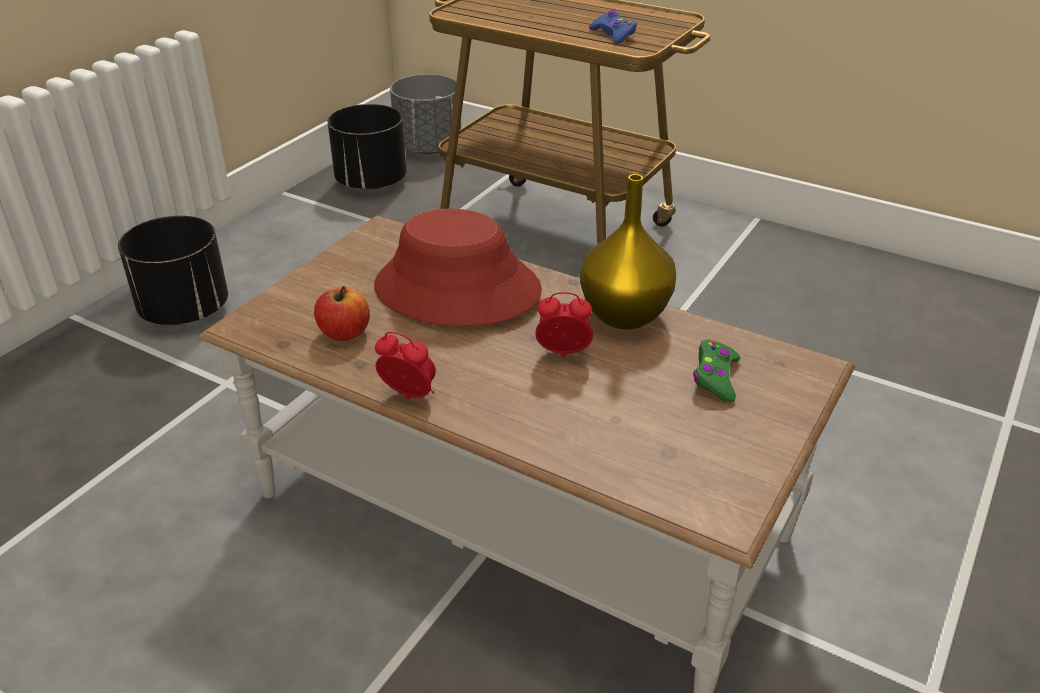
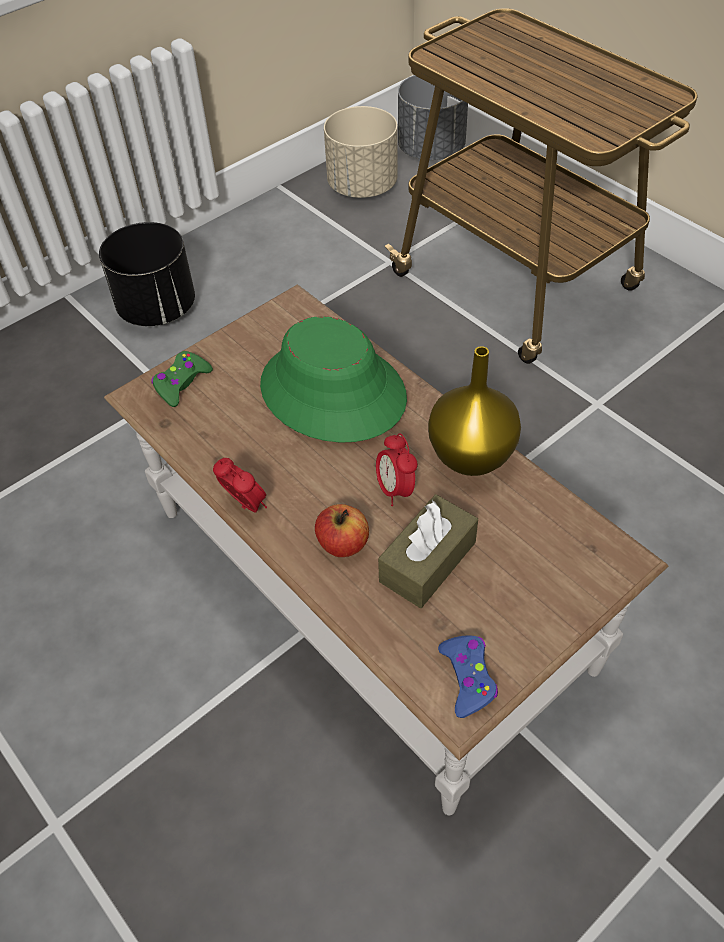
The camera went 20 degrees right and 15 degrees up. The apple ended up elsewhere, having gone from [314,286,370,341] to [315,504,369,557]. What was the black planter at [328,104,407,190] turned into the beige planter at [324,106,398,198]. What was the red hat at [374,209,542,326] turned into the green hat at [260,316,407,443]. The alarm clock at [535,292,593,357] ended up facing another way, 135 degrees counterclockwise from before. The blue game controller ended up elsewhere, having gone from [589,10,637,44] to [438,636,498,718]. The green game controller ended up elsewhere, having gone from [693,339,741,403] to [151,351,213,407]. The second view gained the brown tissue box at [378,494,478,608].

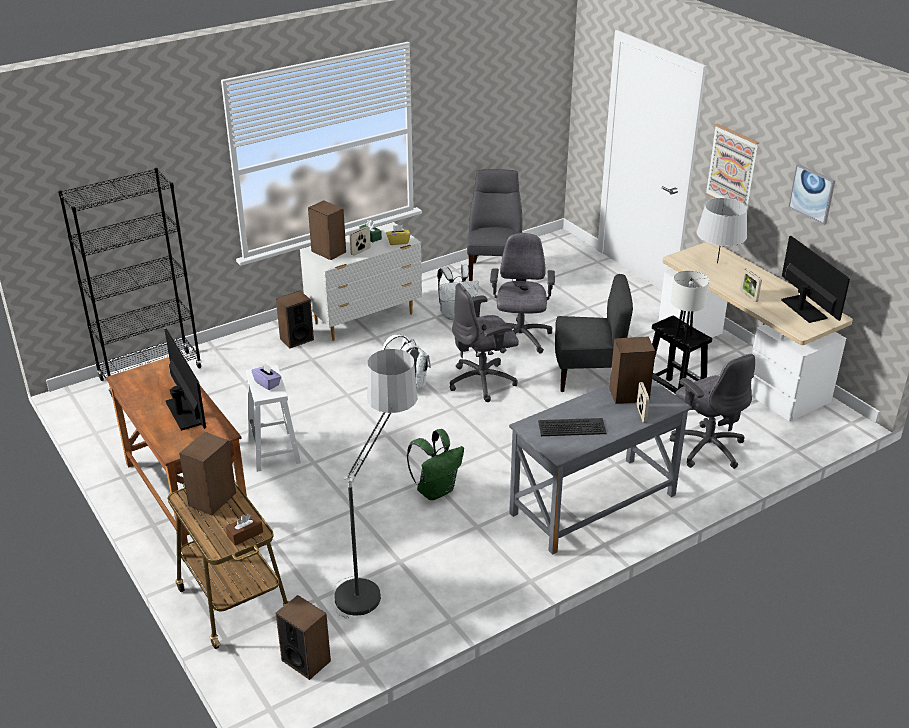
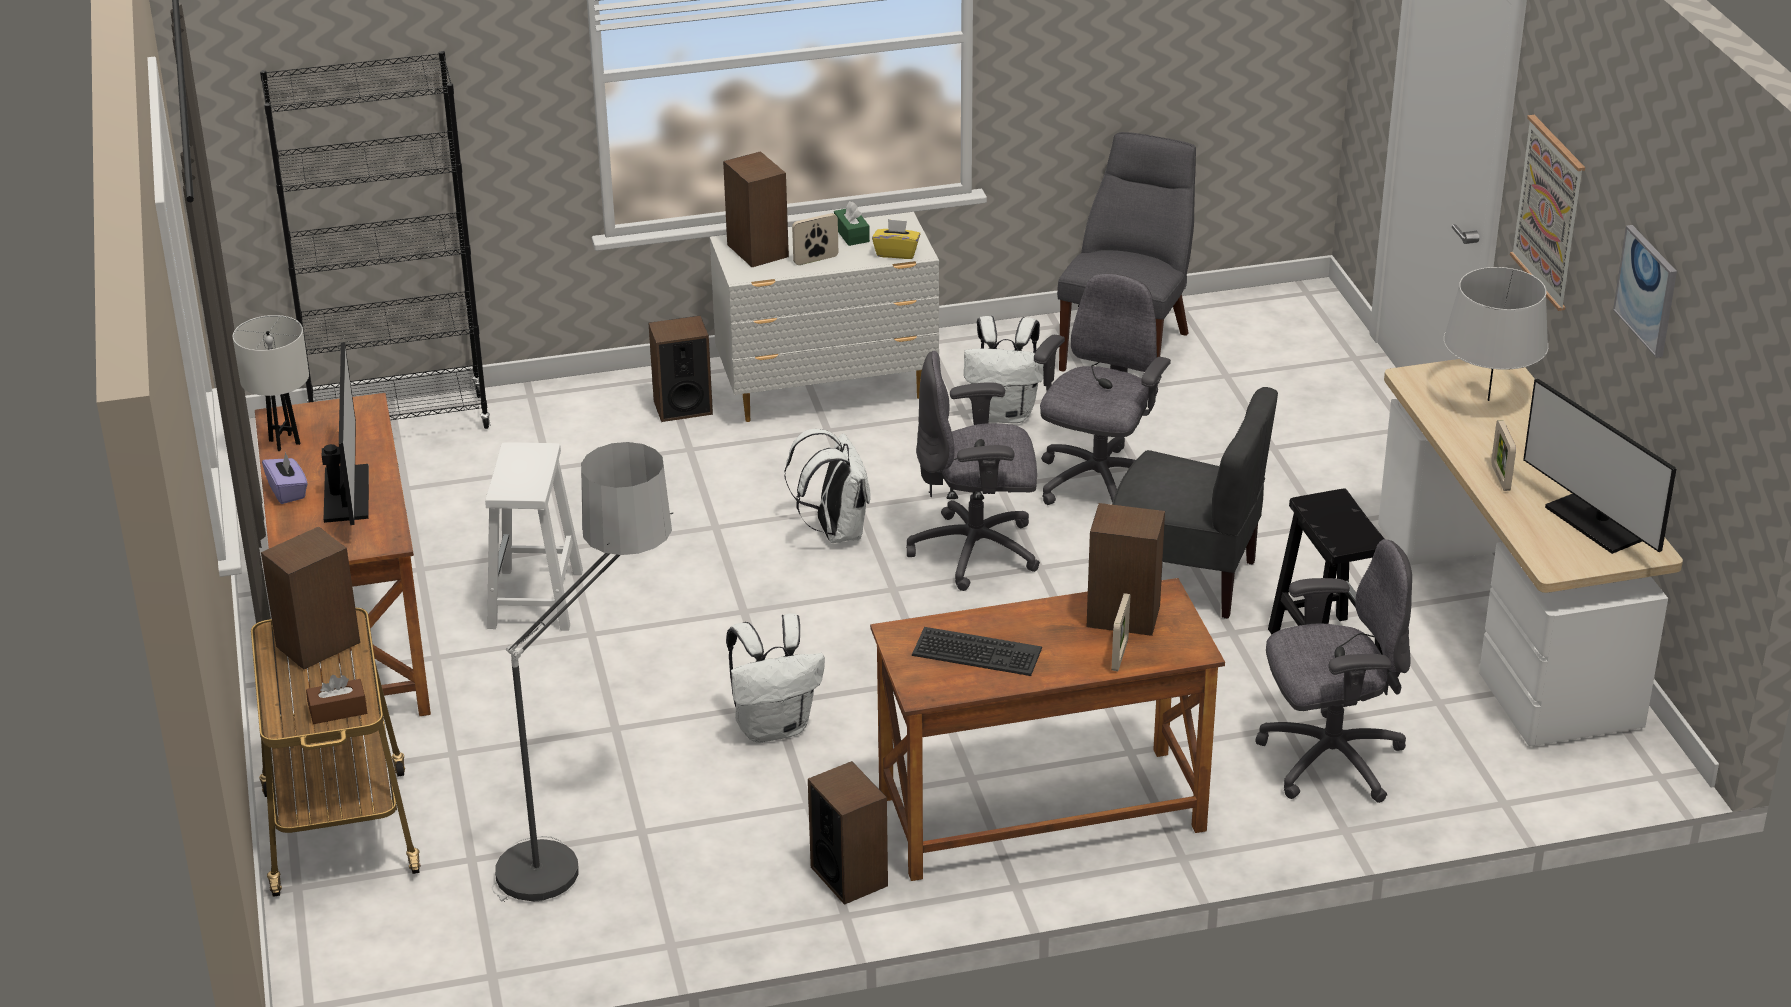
The camera went 20 degrees right and 0 degrees up. The purple tissue box ended up elsewhere, having gone from [252,363,281,390] to [262,452,308,504]. The speaker ended up elsewhere, having gone from [276,595,331,680] to [808,761,888,905]. What was the green backpack at [407,429,464,500] turned into the white backpack at [726,614,825,743]. What was the grey desk at [509,379,692,555] turned into the brown desk at [870,578,1225,881]. The grey office chair at [669,354,755,469] ended up facing another way, 90 degrees counterclockwise from before. The white table lamp ended up elsewhere, having gone from [671,270,710,340] to [233,315,309,451]. The monitor at [781,236,850,323] ended up facing another way, 150 degrees clockwise from before.

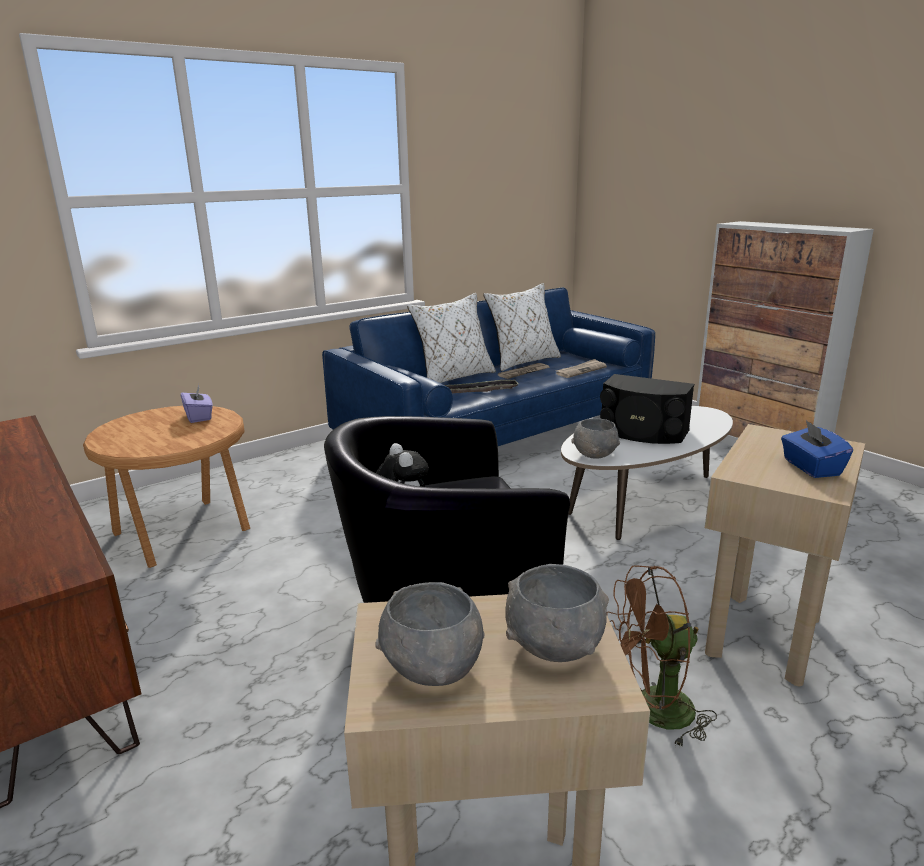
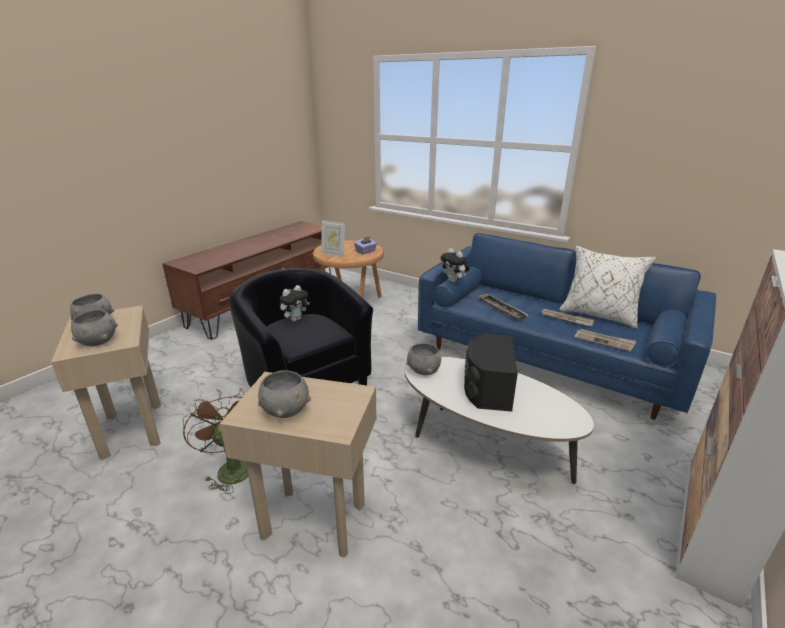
The camera went 70 degrees right and 5 degrees up. The second view lost the white pillow at [407,293,496,383]. Where the blue tissue box stood at [781,420,853,478], the grey bowl came to stand at [258,370,311,418]. The second view gained the picture frame at [321,220,345,257]. The second view gained the plush toy at [440,248,470,283].

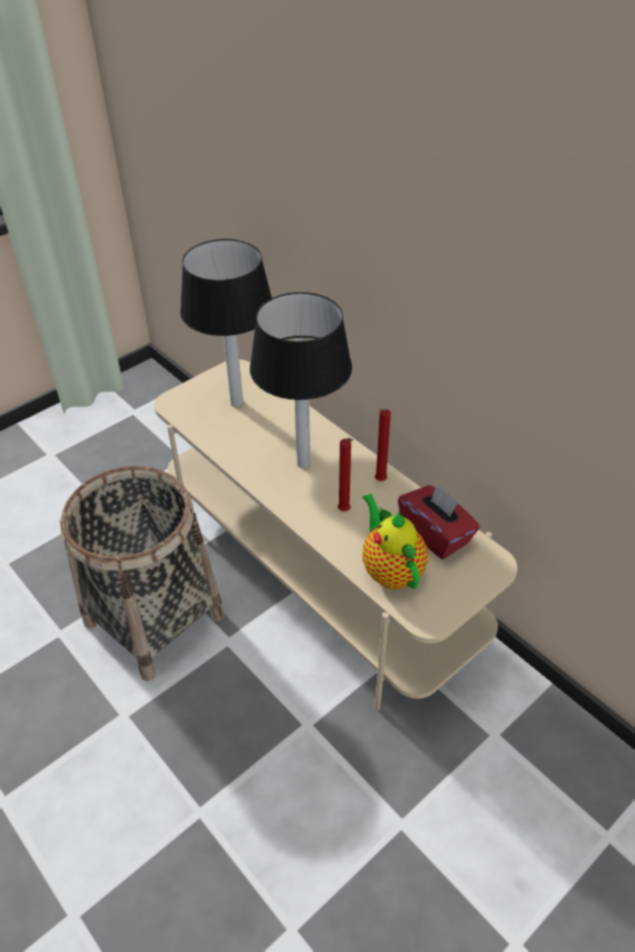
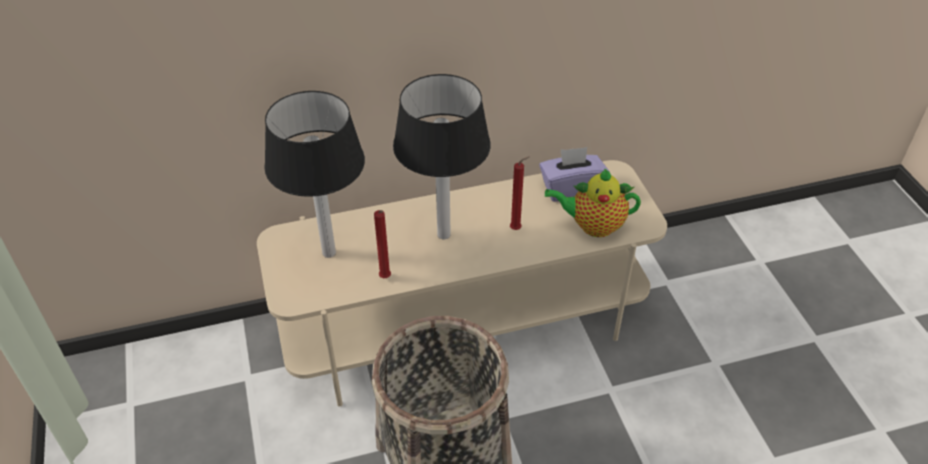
The camera went 65 degrees left and 0 degrees up. The red candle ended up elsewhere, having gone from [375,409,391,481] to [374,210,391,278]. What was the red tissue box at [398,483,480,559] turned into the purple tissue box at [539,147,609,202].

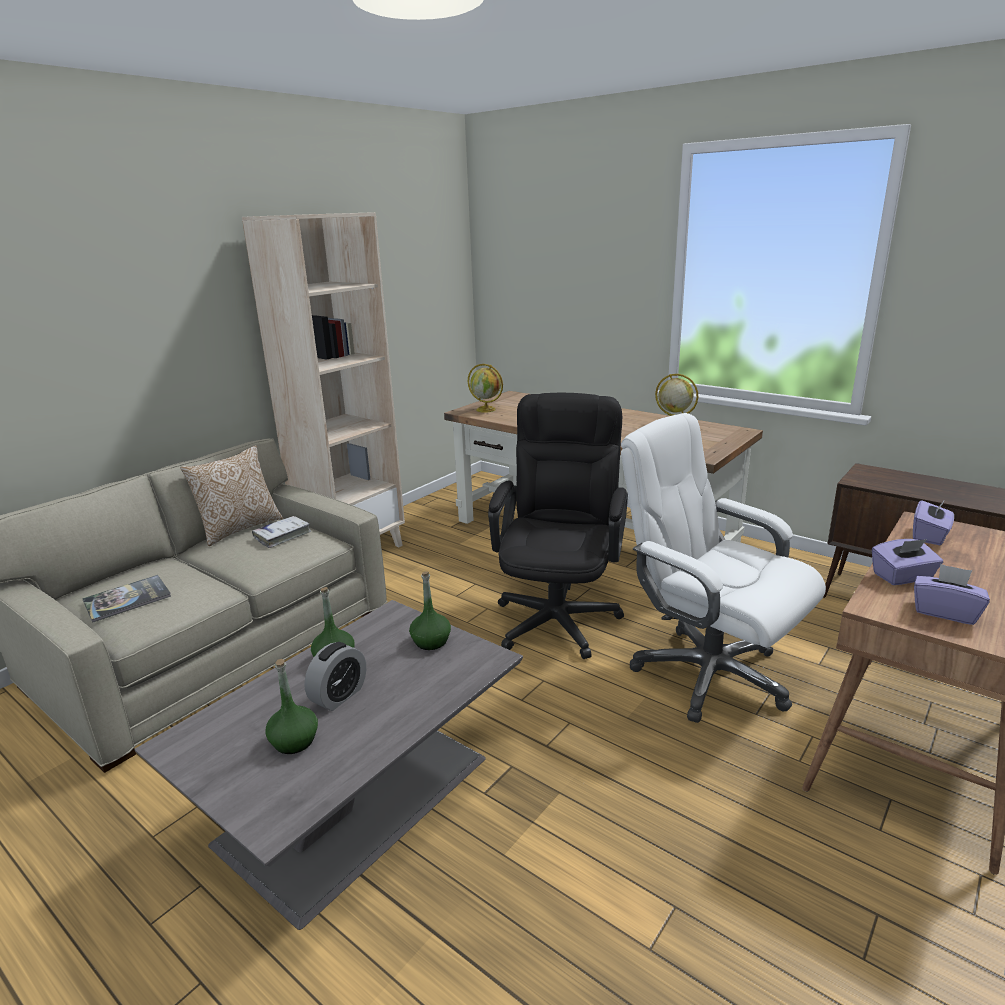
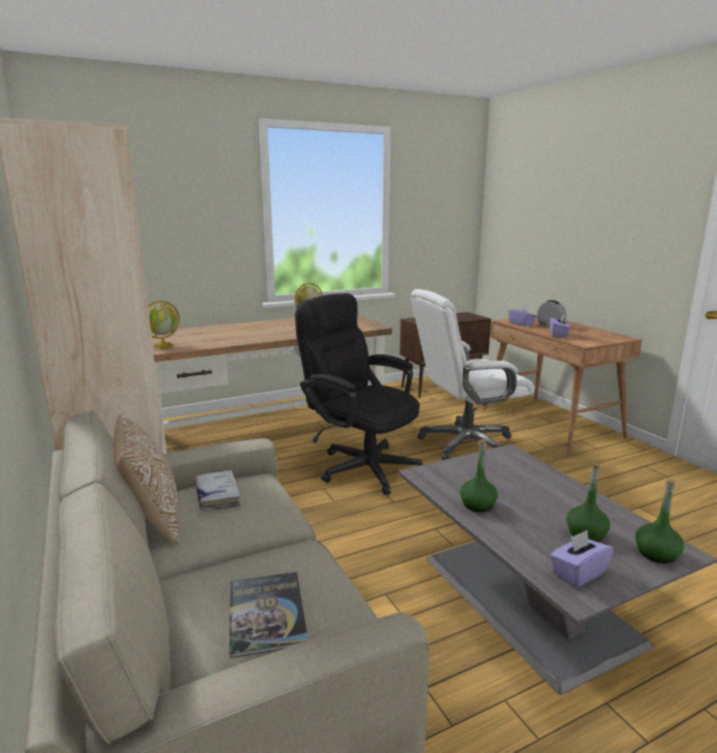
The camera went 65 degrees left and 5 degrees down. The alarm clock ended up elsewhere, having gone from [304,642,366,711] to [537,300,566,327]. The green bottle ended up elsewhere, having gone from [409,571,451,650] to [635,479,684,564]. The purple tissue box ended up elsewhere, having gone from [914,564,990,625] to [550,530,614,588].

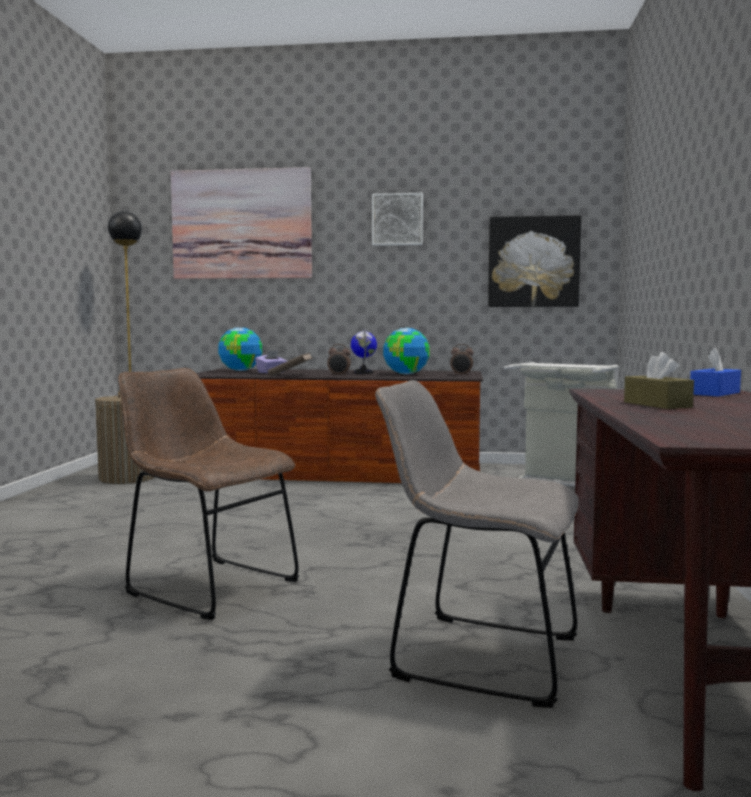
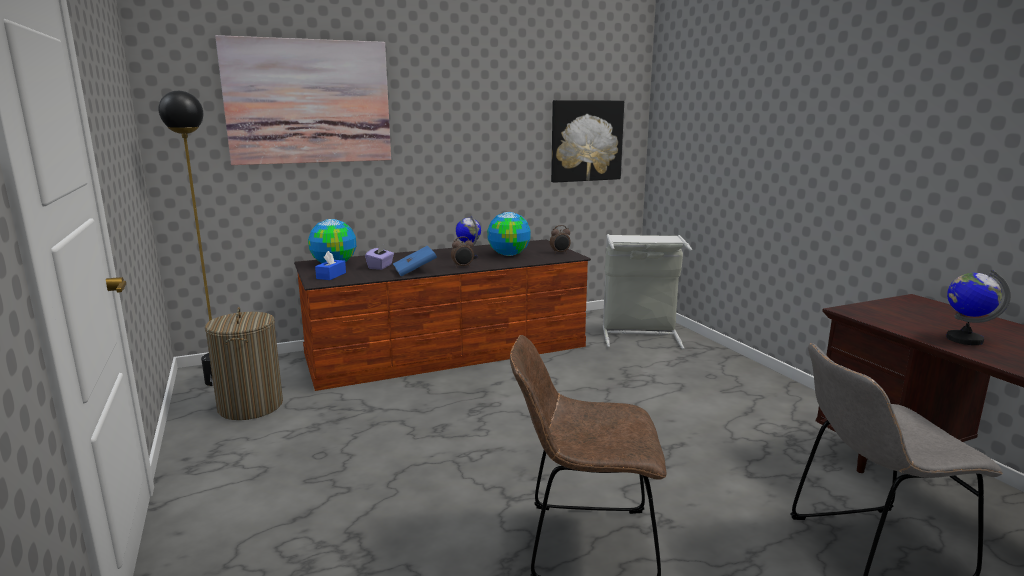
The camera went 30 degrees left and 10 degrees up. What was the brown book at [267,353,313,376] turned into the blue book at [393,246,437,276]. The second view lost the picture at [372,193,423,246]. Where the brown tissue box stood at [624,352,694,409], the globe came to stand at [946,270,1011,345]. The blue tissue box ended up elsewhere, having gone from [690,348,741,396] to [315,251,346,280].

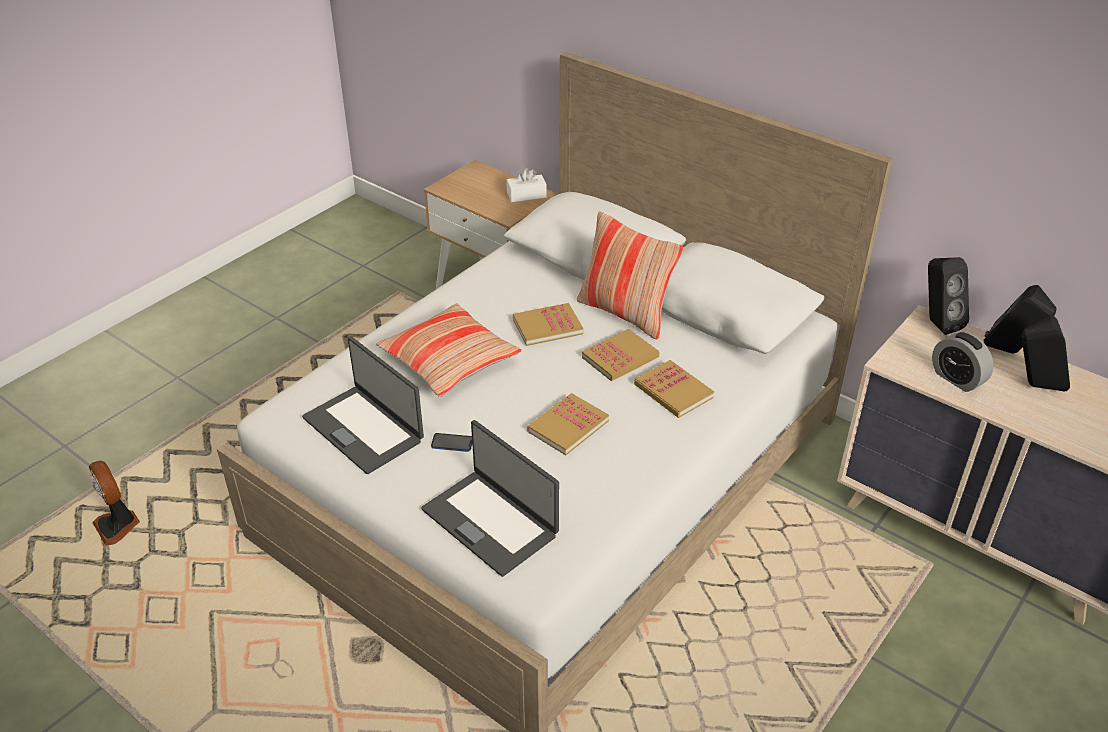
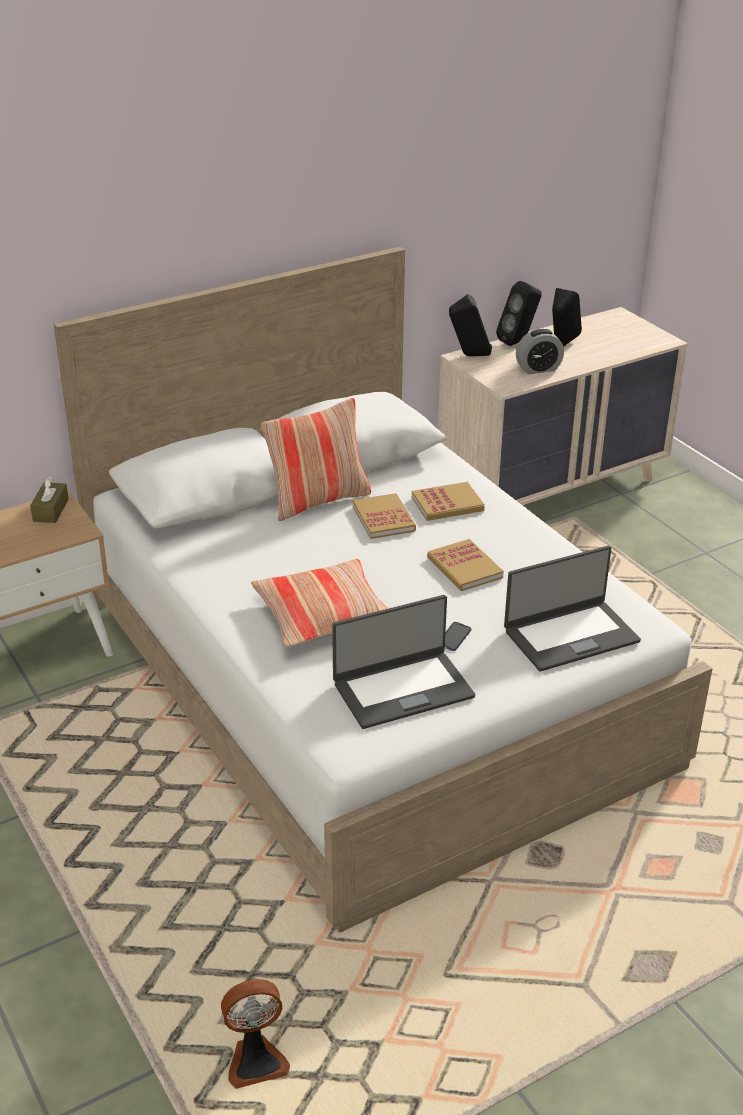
The camera went 70 degrees left and 5 degrees down. What was the white tissue box at [507,168,547,202] turned into the brown tissue box at [30,477,69,523]. The second view lost the book at [513,303,583,346].

